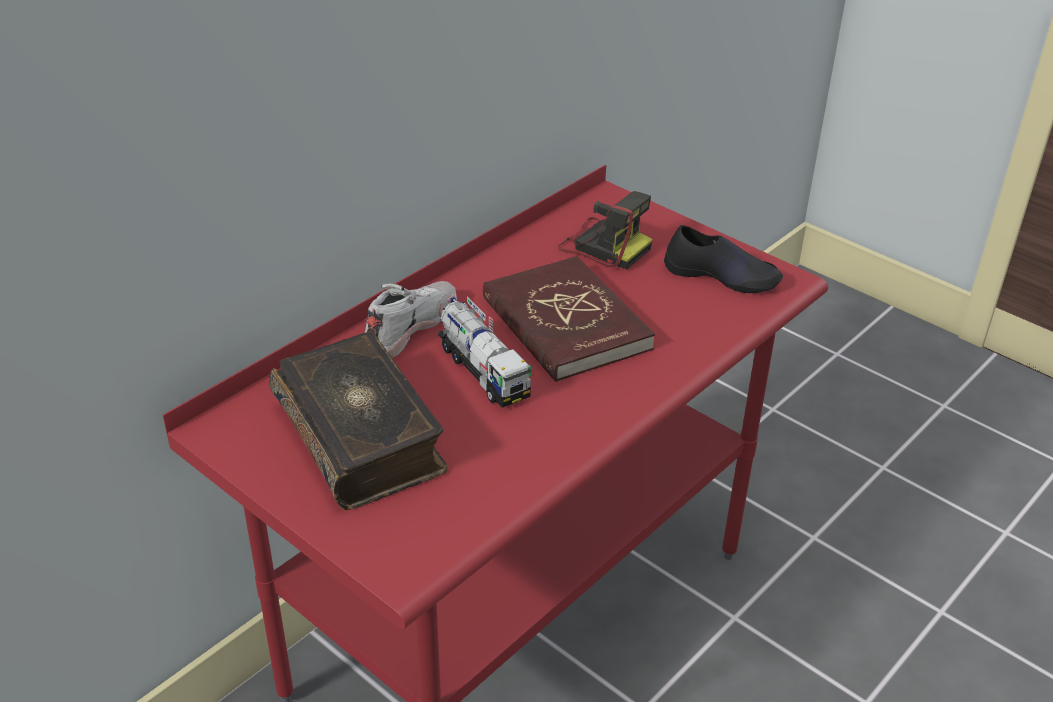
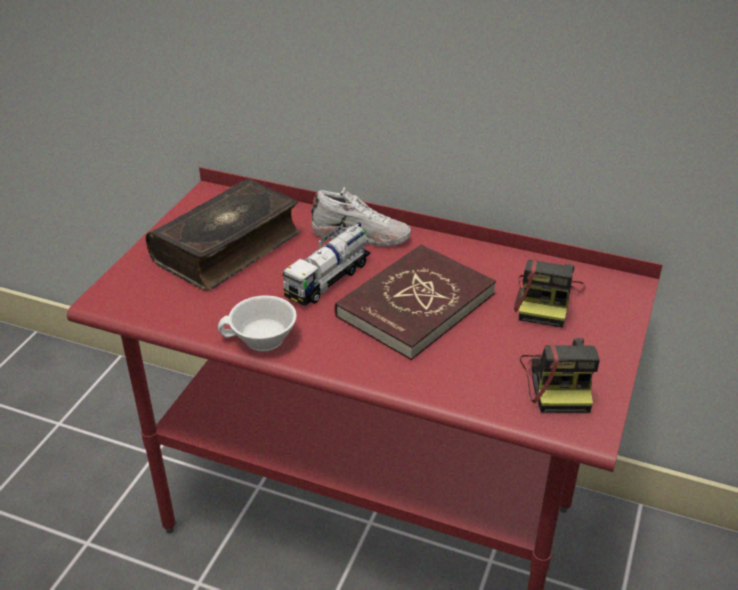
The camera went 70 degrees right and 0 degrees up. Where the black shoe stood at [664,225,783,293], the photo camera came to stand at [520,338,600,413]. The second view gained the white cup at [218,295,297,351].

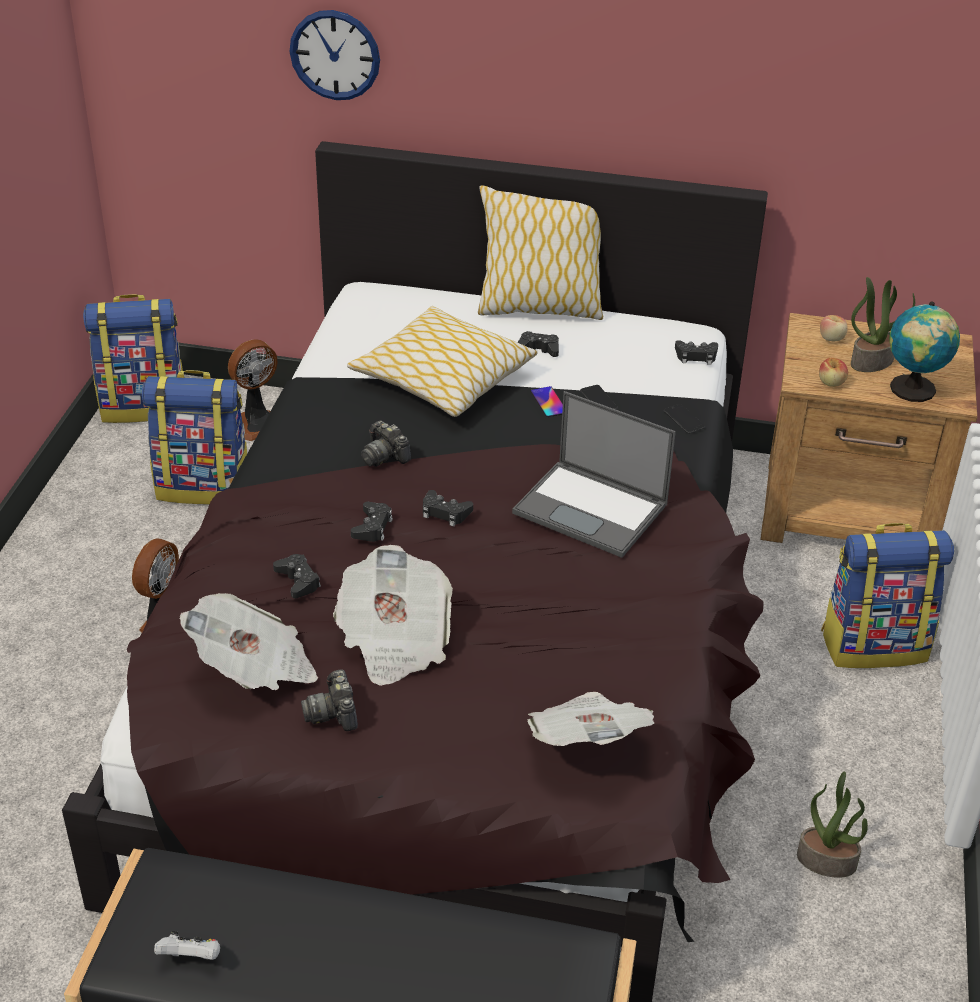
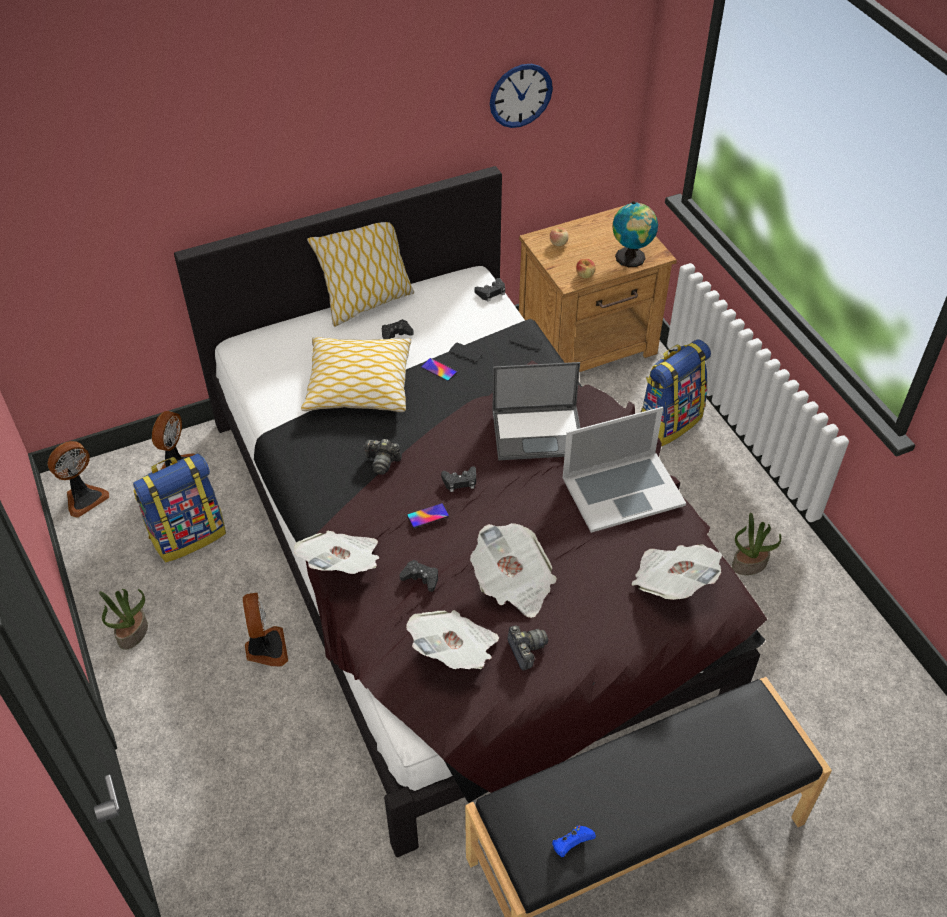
The camera went 35 degrees left and 10 degrees up. Where the backpack stood at [83,294,183,423], the fan came to stand at [48,441,109,518]. What was the white game controller at [154,931,220,960] turned into the blue game controller at [552,826,596,857]. The wall clock ended up elsewhere, having gone from [290,10,380,100] to [490,64,553,128]. The photo camera at [301,669,358,731] ended up facing another way, 150 degrees counterclockwise from before. Where the black game controller stood at [351,502,393,542], the phone came to stand at [407,503,449,528]. The potted plant ended up elsewhere, having gone from [851,277,915,372] to [99,589,148,650]. The second view gained the newspaper at [294,530,380,574]. The second view gained the laptop at [563,407,686,533].

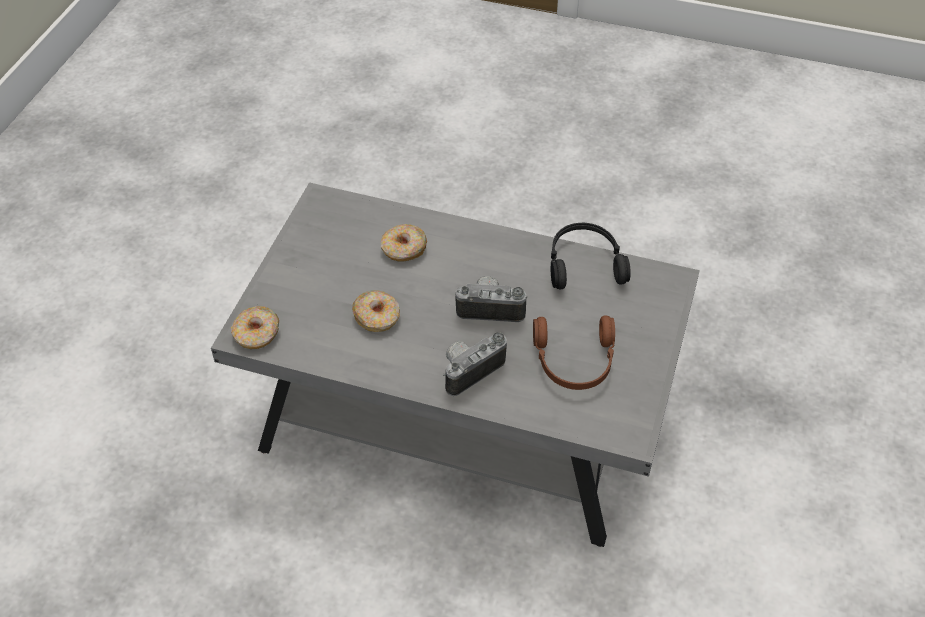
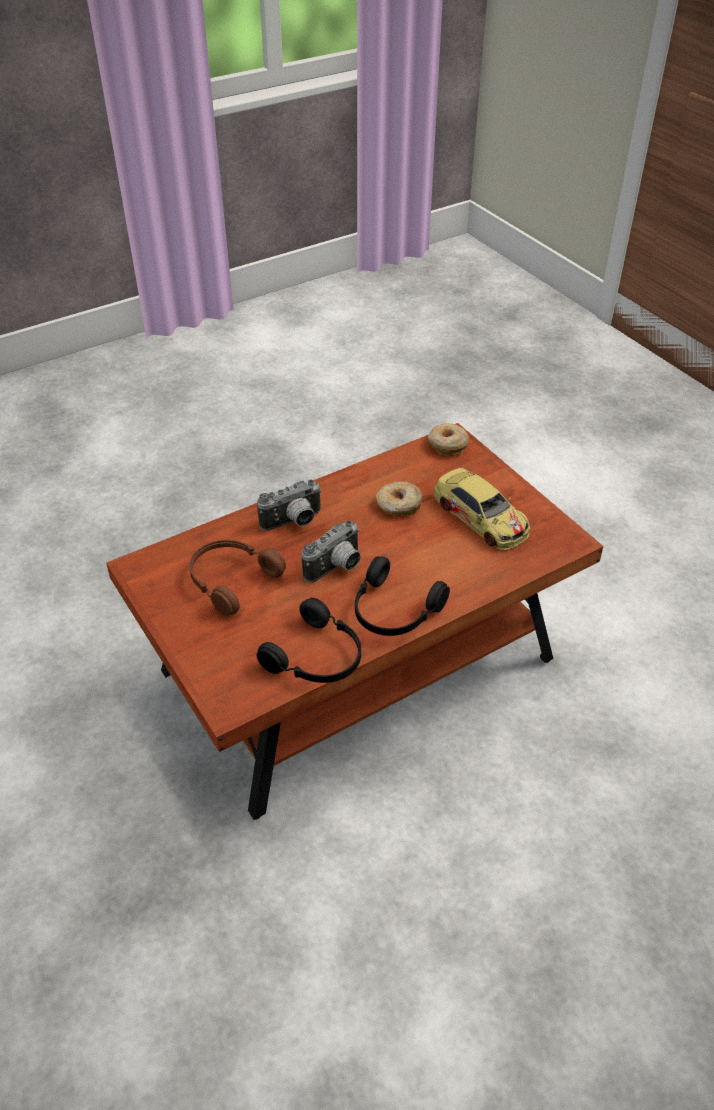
The camera went 130 degrees right and 5 degrees down. What was the grey coffee table at [211,182,700,547] turned into the brown coffee table at [106,423,603,820]. The second view lost the donut at [381,224,427,262]. The photo camera at [443,332,507,396] ended up facing another way, 60 degrees clockwise from before. The second view gained the black headphones at [355,556,450,636]. The second view gained the toy car at [434,468,530,550].

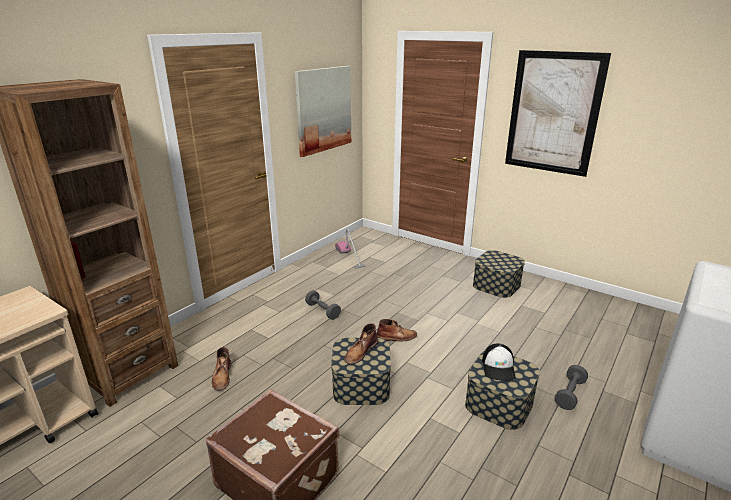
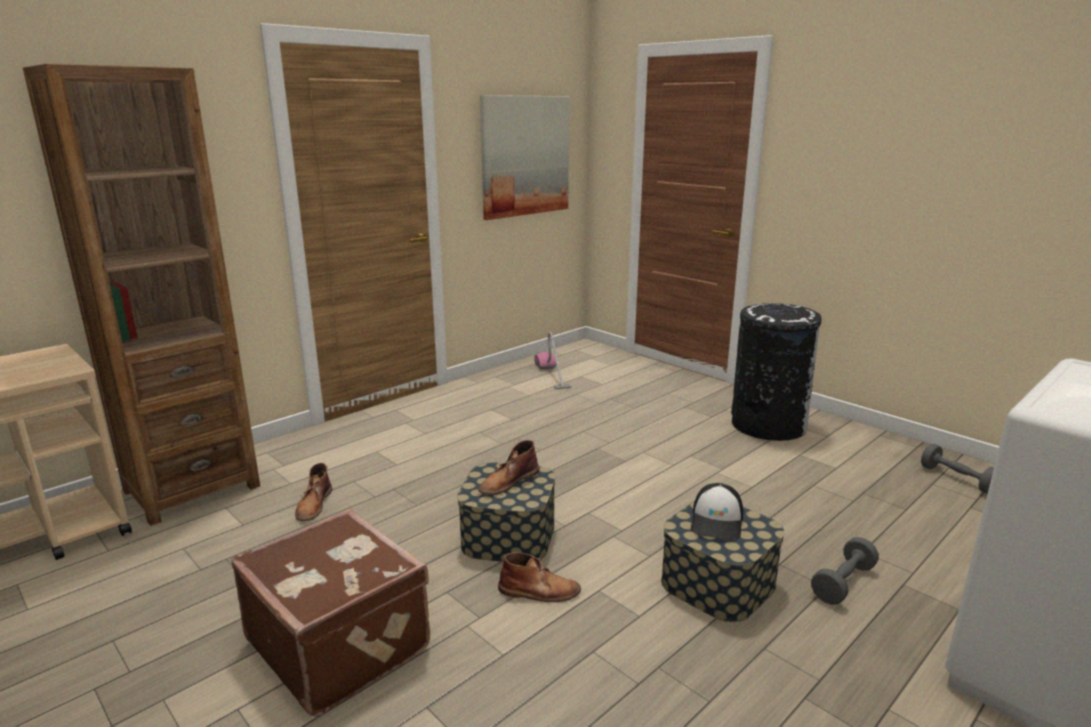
The camera went 10 degrees right and 5 degrees down. The grey dumbbell ended up elsewhere, having gone from [305,290,341,320] to [921,444,994,494]. The brown boot ended up elsewhere, having gone from [377,319,417,341] to [498,552,581,602]. Where the storage box stood at [473,250,525,298], the black trash can came to stand at [731,303,822,441]. The second view lost the picture at [505,50,611,177].

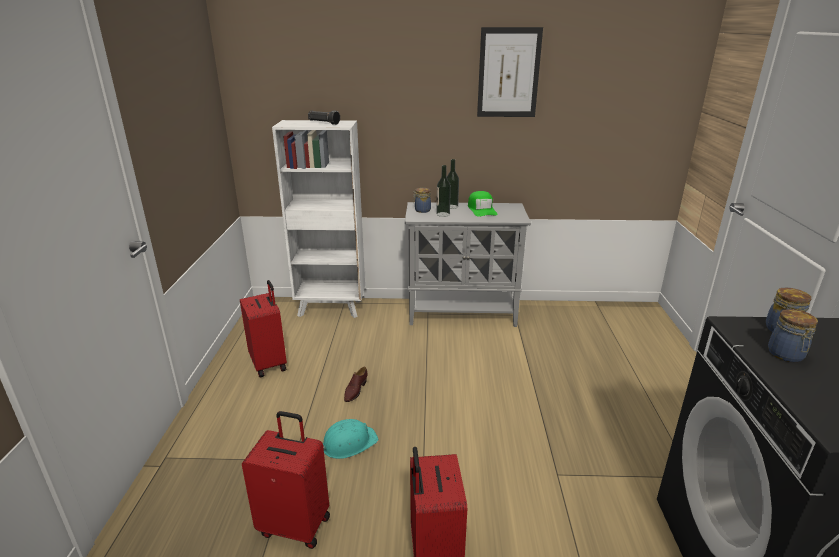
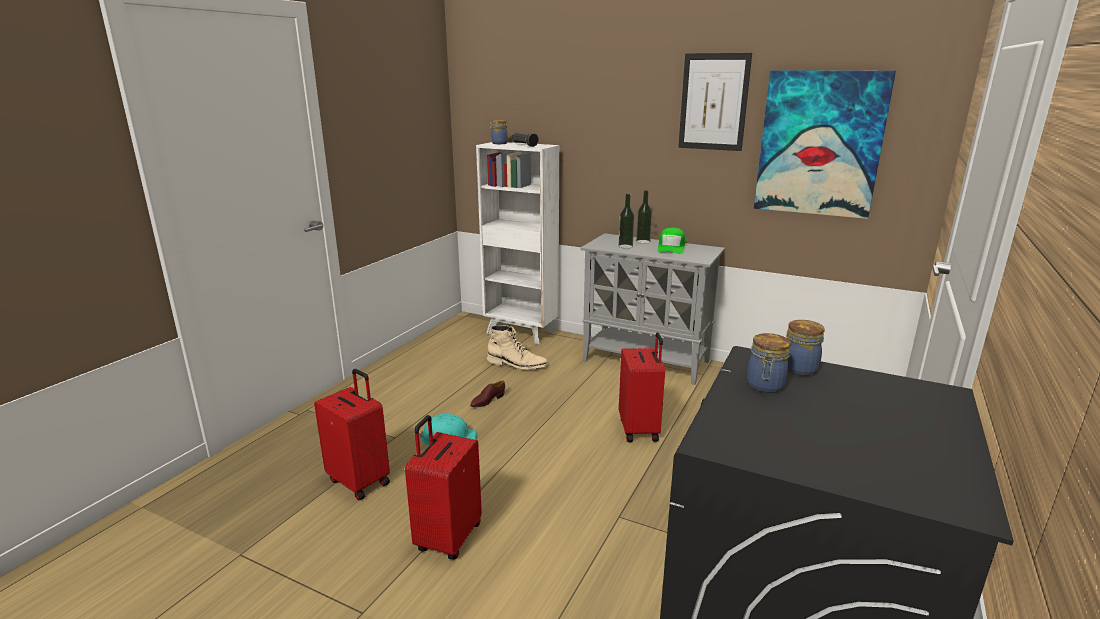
The camera went 25 degrees right and 5 degrees down. The red suitcase ended up elsewhere, having gone from [240,280,287,377] to [619,333,665,442]. The jar ended up elsewhere, having gone from [413,188,431,213] to [490,120,508,144]. The second view gained the beige boot at [487,325,549,370]. The second view gained the picture at [754,70,896,219].

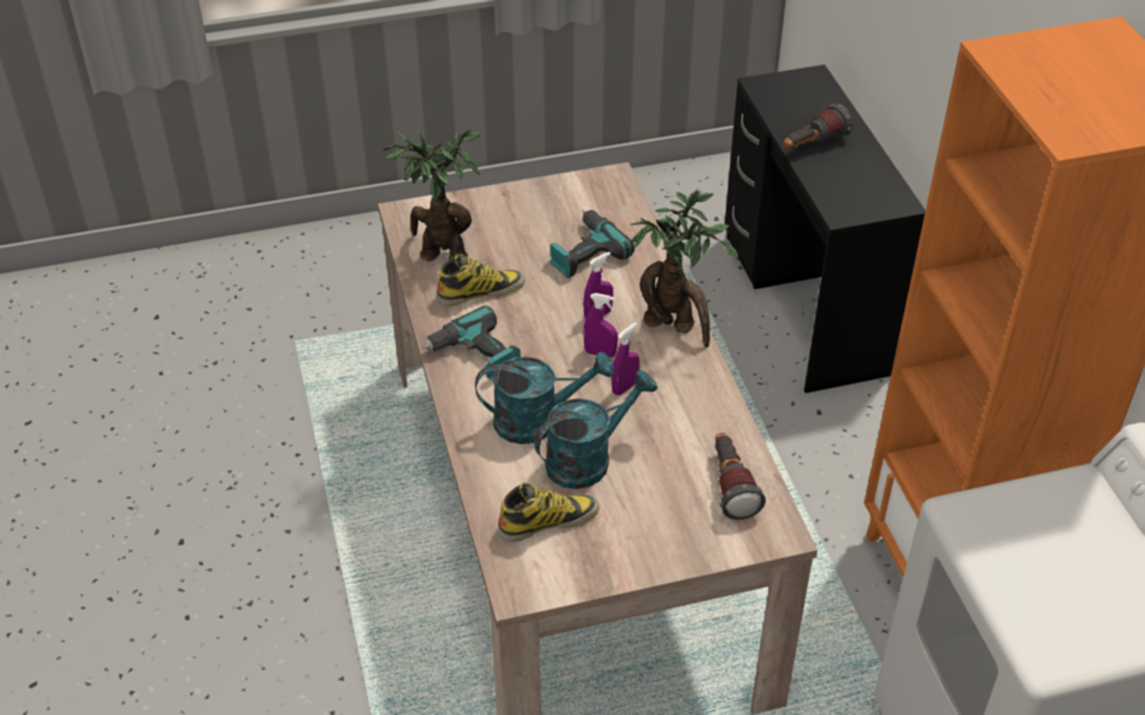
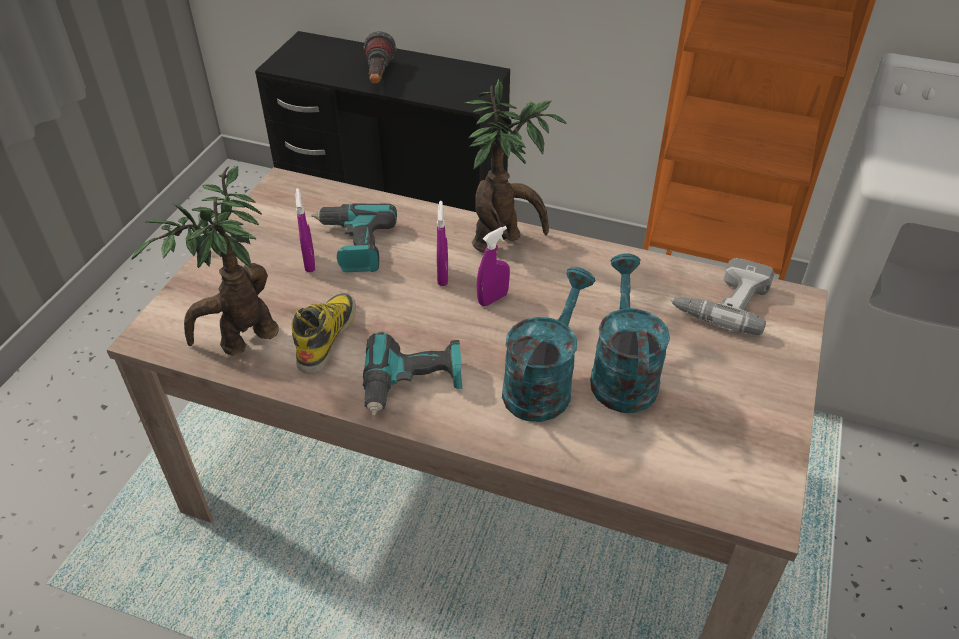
The camera went 55 degrees left and 0 degrees up. The second view lost the boot at [498,482,599,542]. The purple spray bottle ended up elsewhere, having gone from [611,322,640,395] to [295,188,315,272]. Where the flashlight stood at [715,433,766,520], the power drill came to stand at [671,258,775,335].

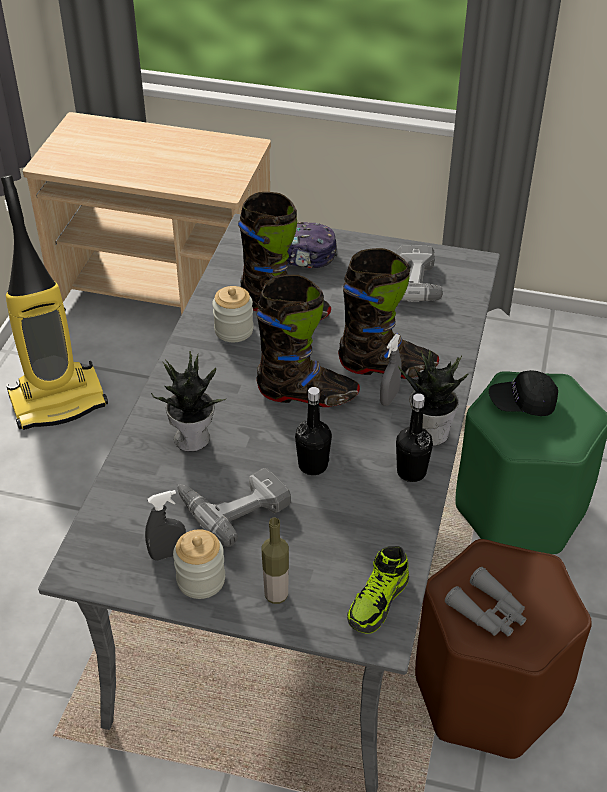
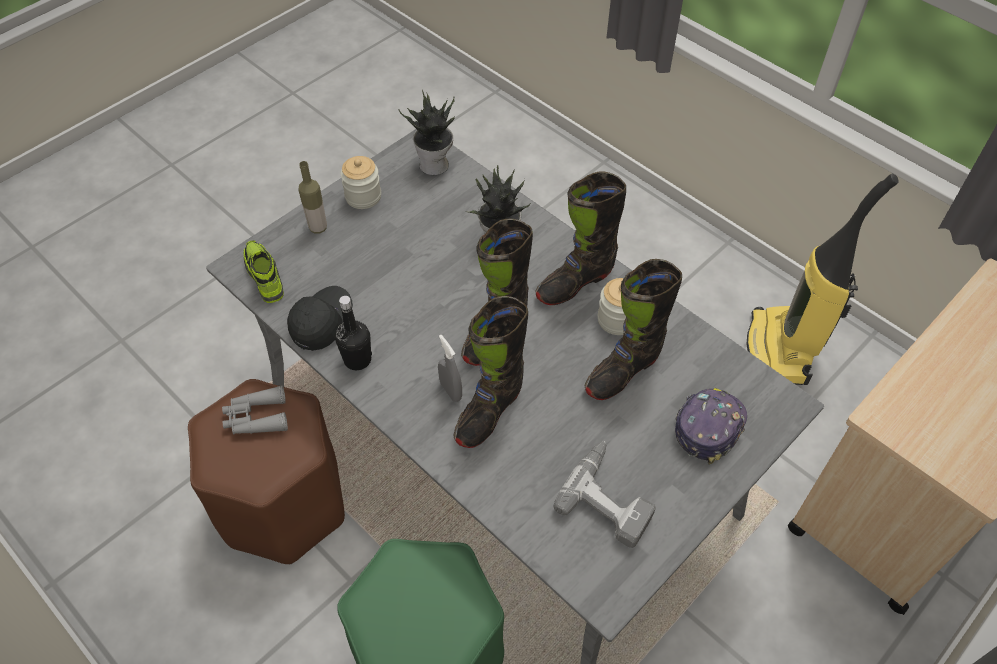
The camera went 120 degrees right and 10 degrees up. The second view lost the grey spray bottle at [145,490,186,561]. The second view lost the power drill at [178,468,291,547]. The second view lost the black bottle at [295,387,332,475]. The potted plant ended up elsewhere, having gone from [398,350,468,446] to [399,90,455,175]. The black cap ended up elsewhere, having gone from [489,370,558,416] to [287,286,353,351]. The second view gained the black boot at [535,171,626,305].

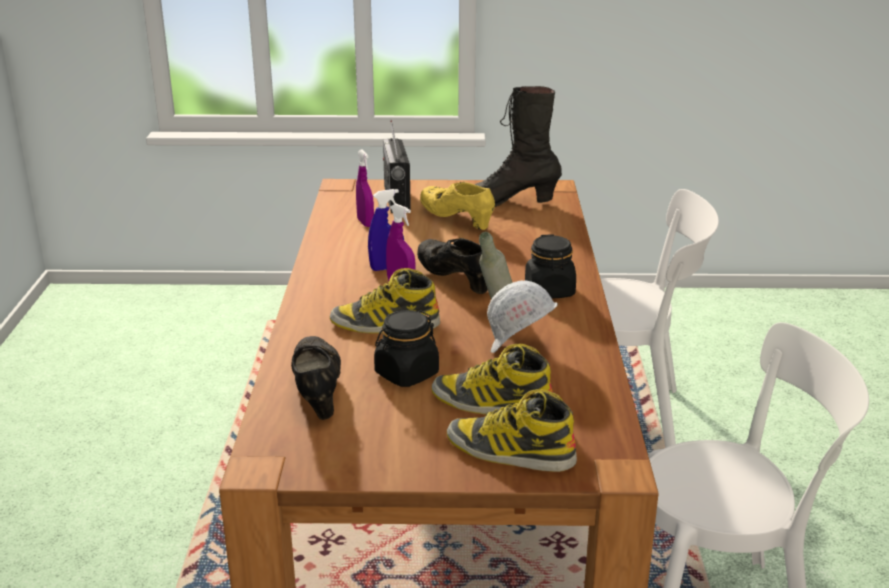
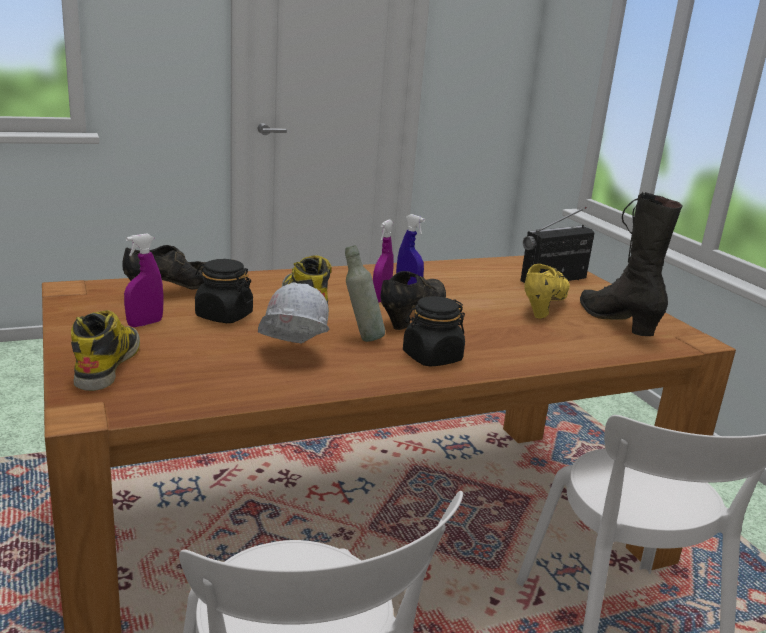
The camera went 65 degrees right and 5 degrees down. The purple spray bottle ended up elsewhere, having gone from [356,150,374,227] to [124,234,164,327]. The second view lost the boot at [432,344,553,415].

